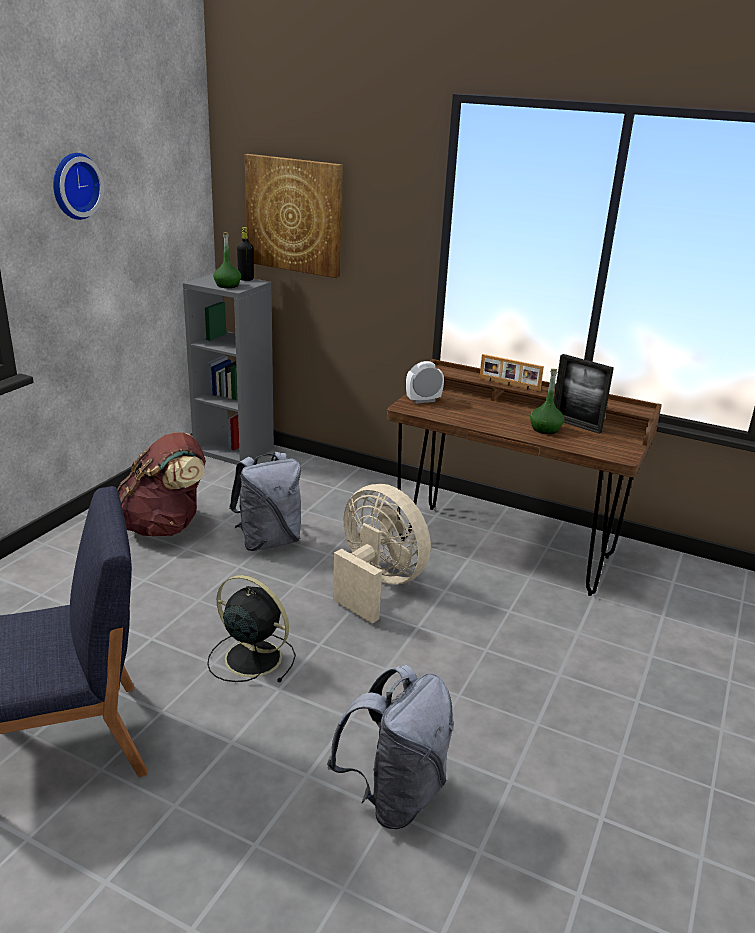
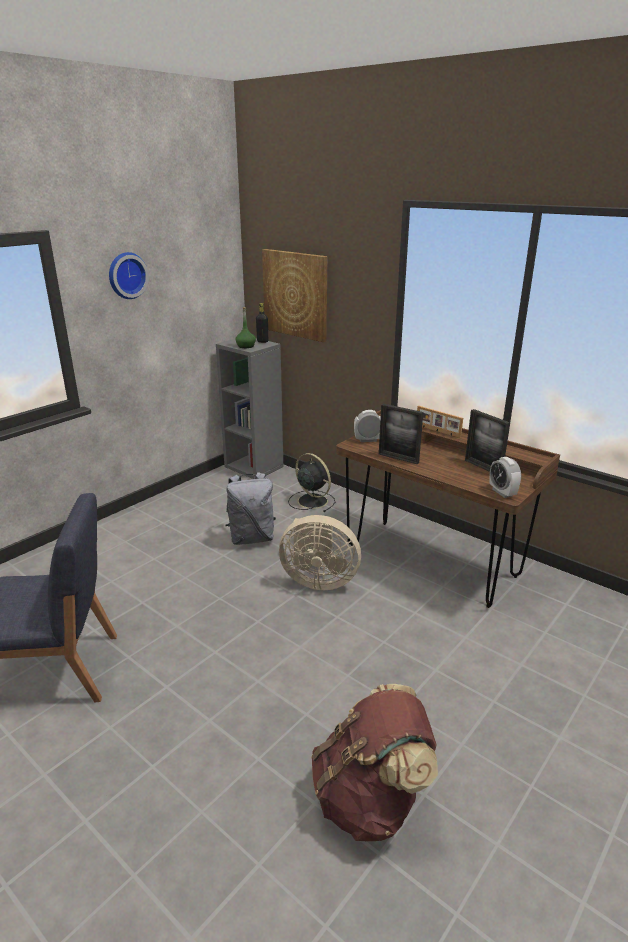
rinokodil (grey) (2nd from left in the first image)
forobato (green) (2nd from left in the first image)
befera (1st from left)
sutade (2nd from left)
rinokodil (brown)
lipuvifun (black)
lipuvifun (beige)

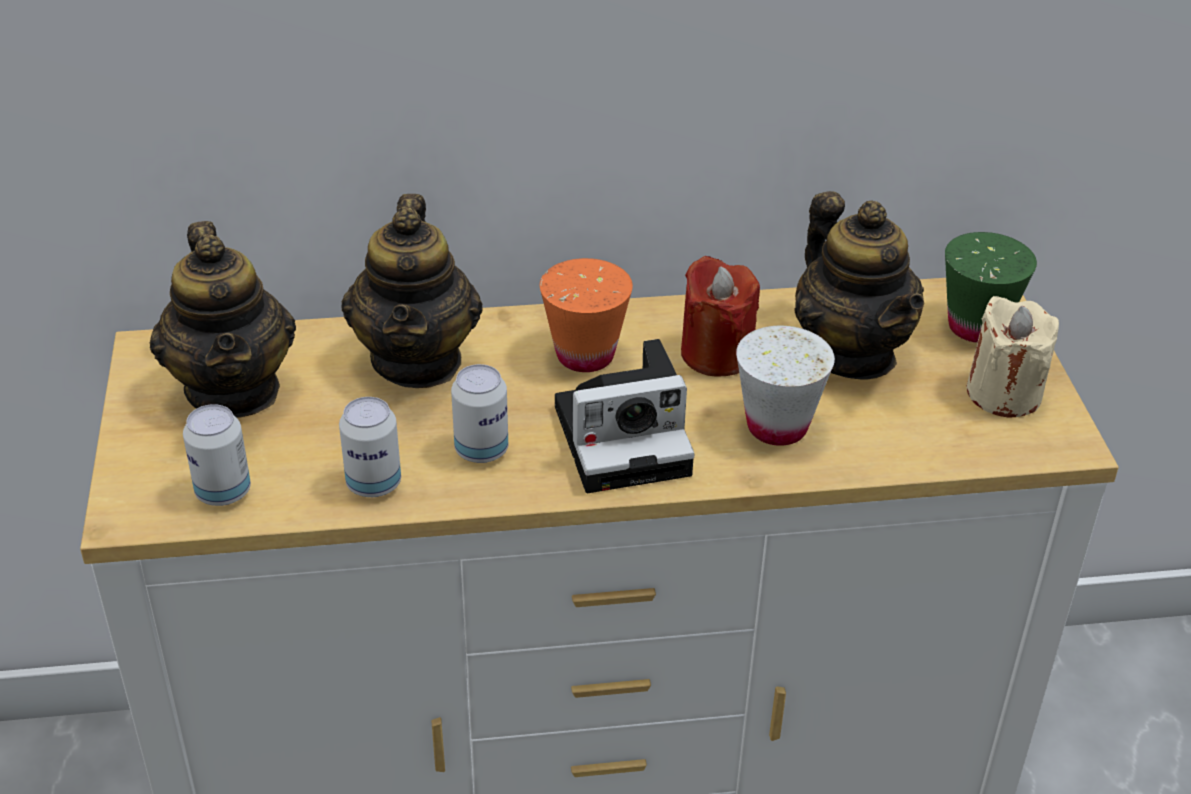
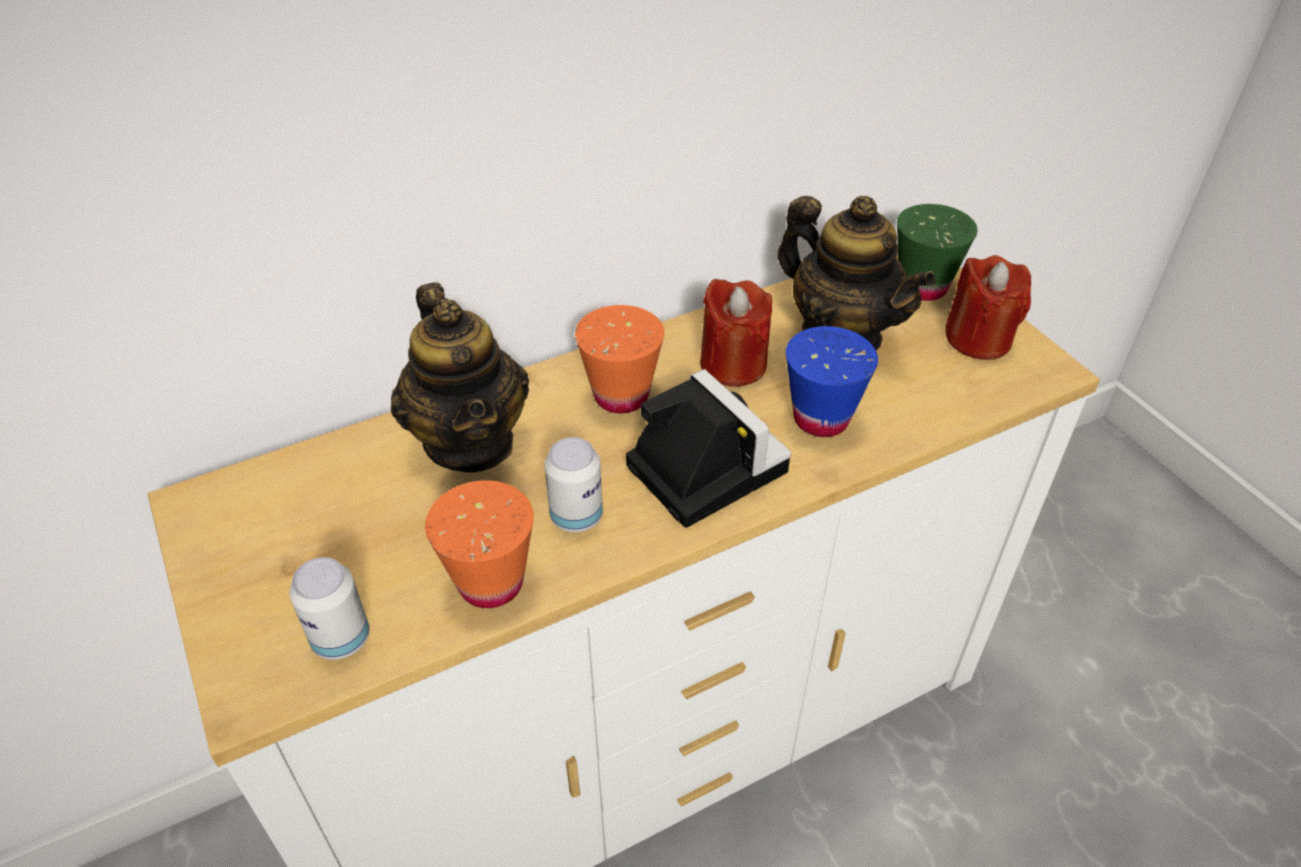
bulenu (1st from left in the first image)
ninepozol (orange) (1st from left)
ninepozol (blue)
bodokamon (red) (2nd from left)
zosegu

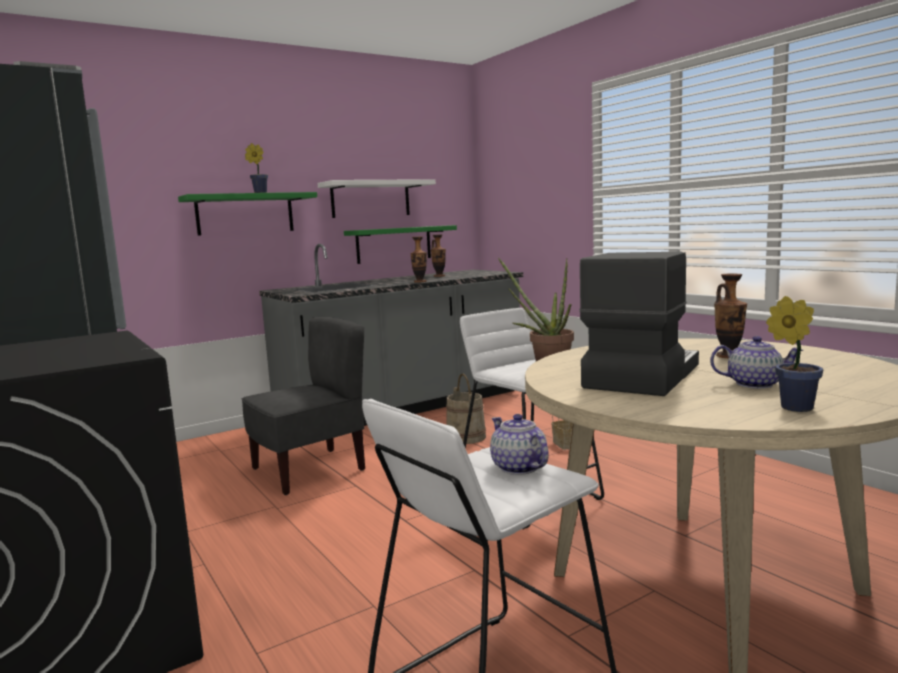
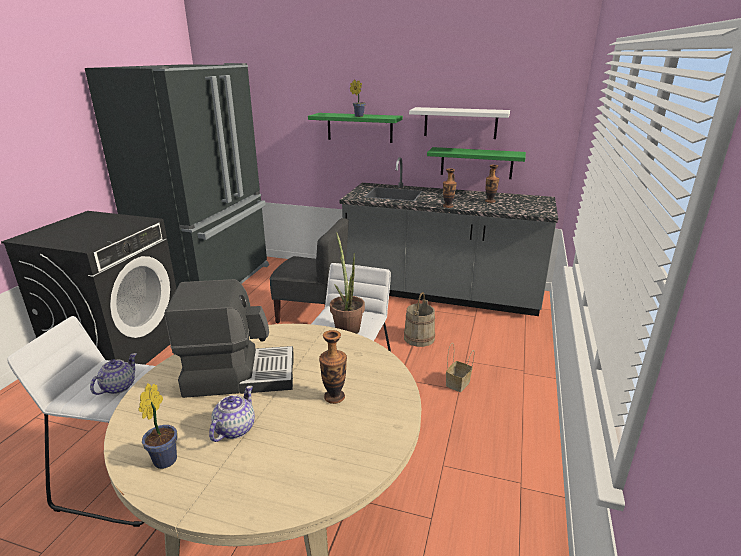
bulenu (2nd from left)

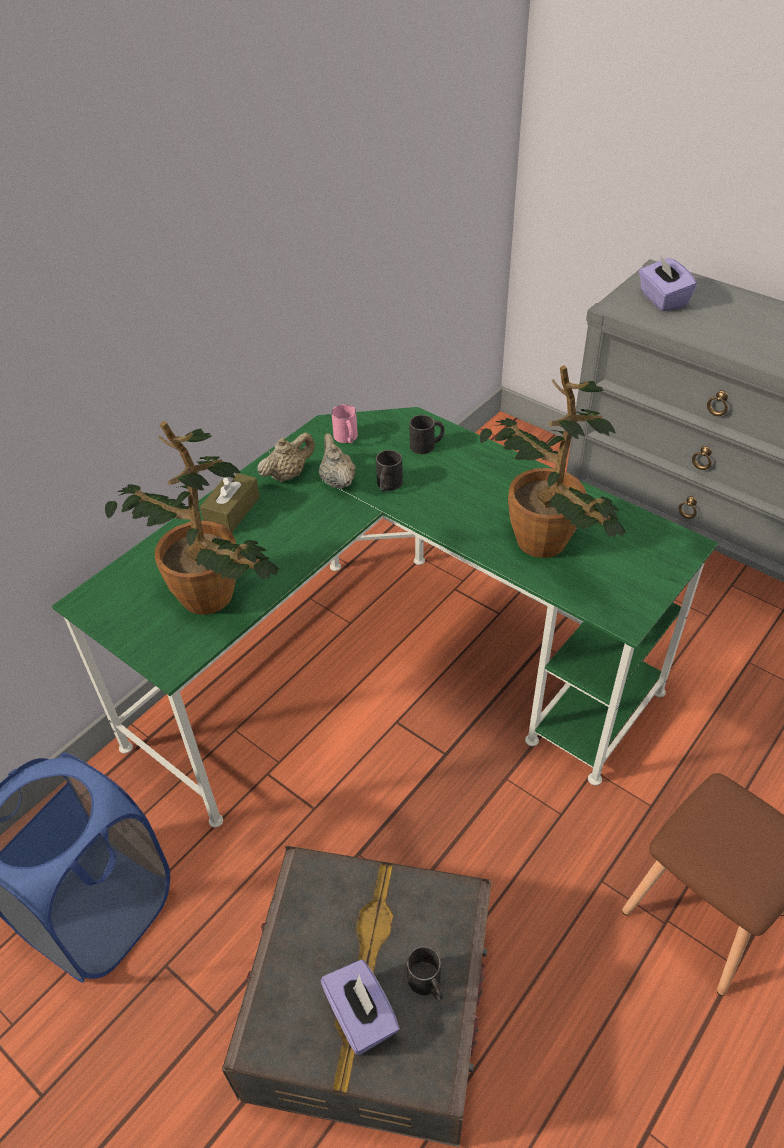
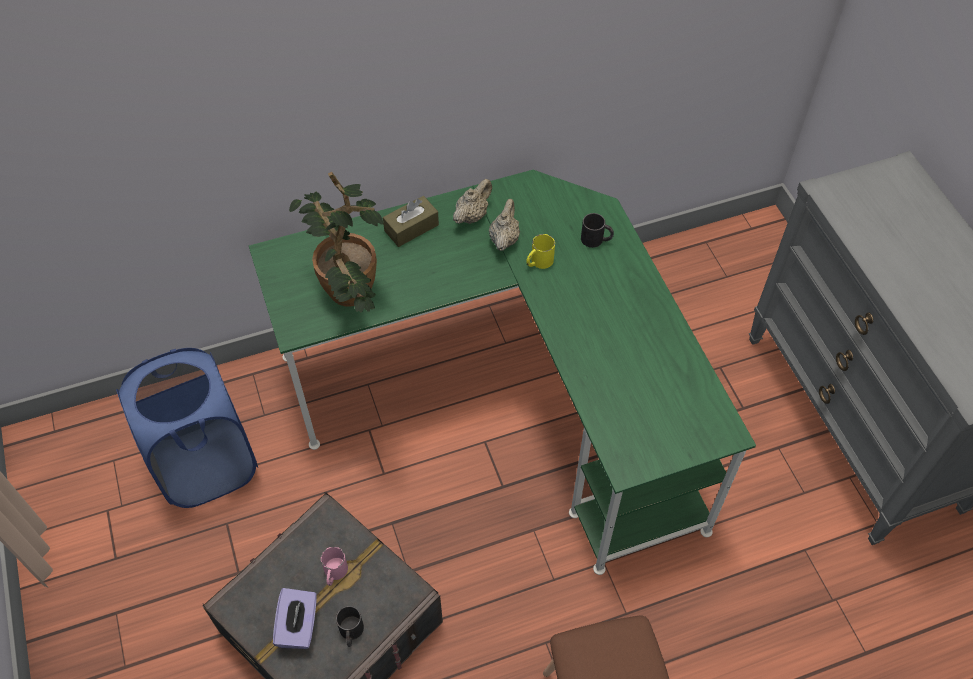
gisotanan (2nd from left in the first image)
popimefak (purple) (2nd from left in the first image)
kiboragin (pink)
kiboragin (yellow)
bulenu (beige) (1st from left)

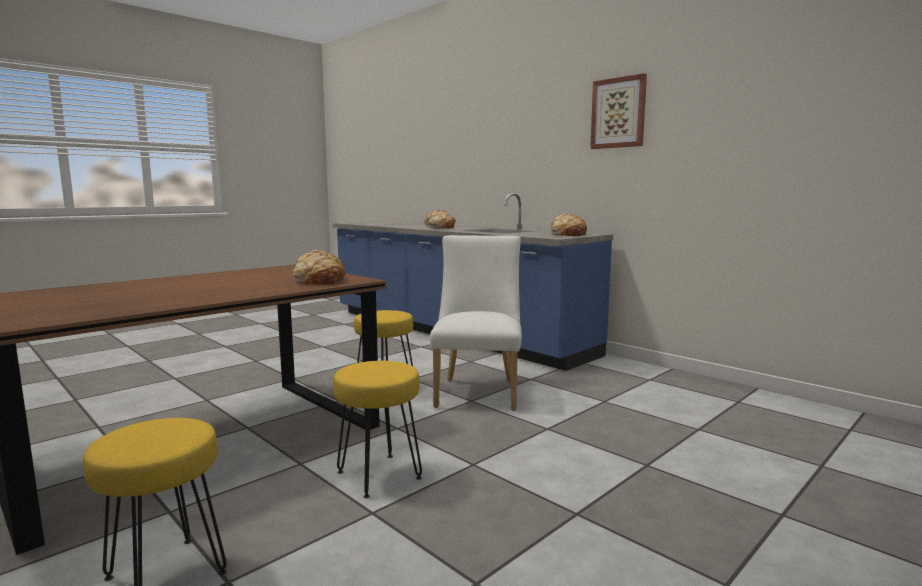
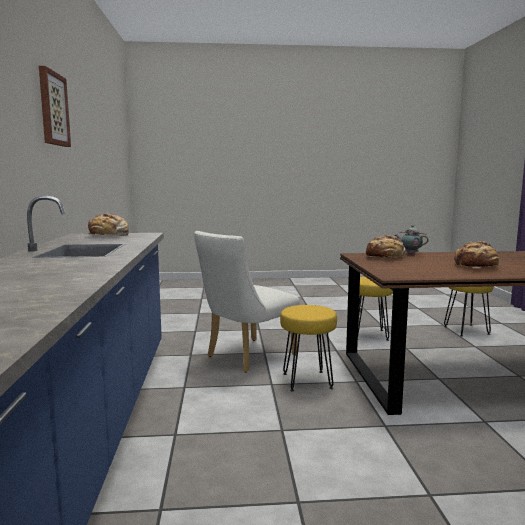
bulenu
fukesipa (3rd from left)

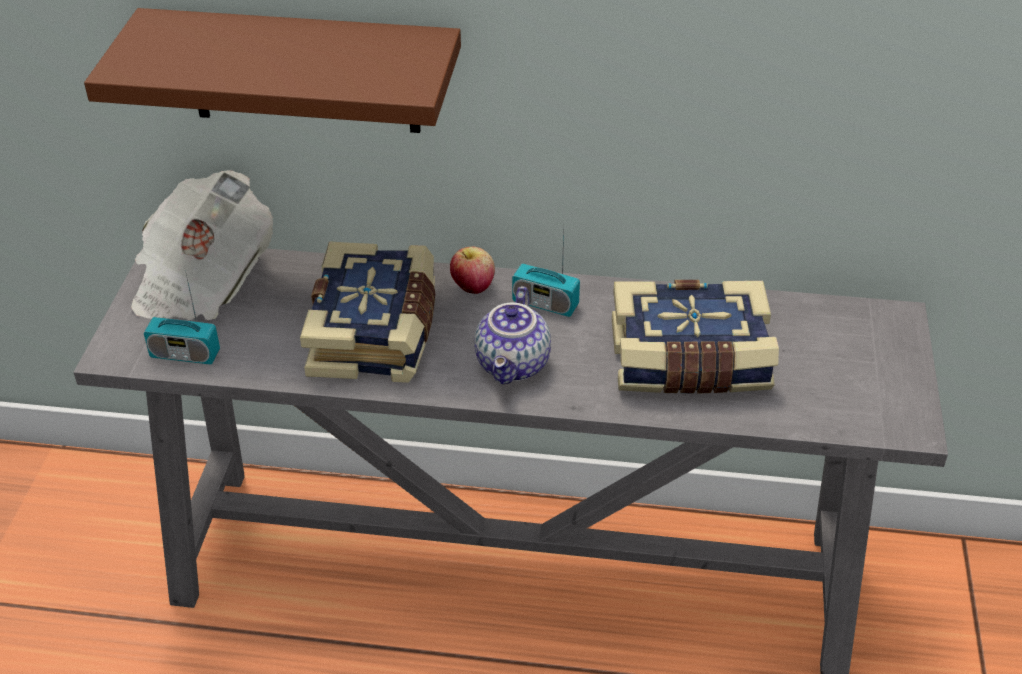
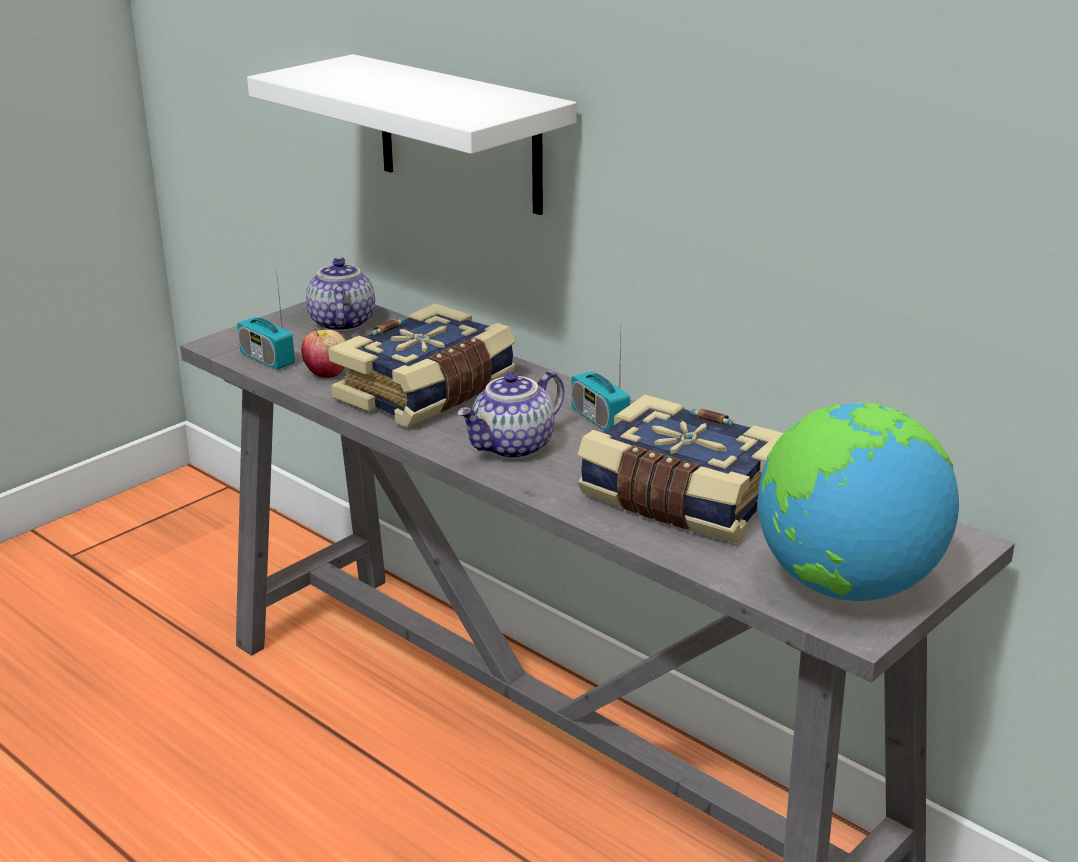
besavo
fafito
bulenu (1st from left)
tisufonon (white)

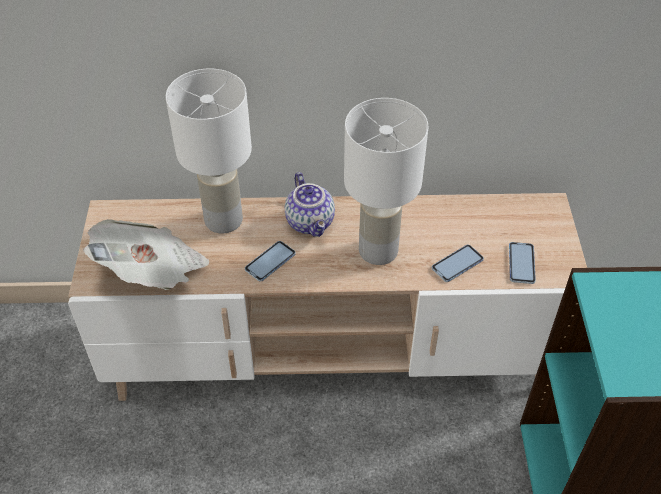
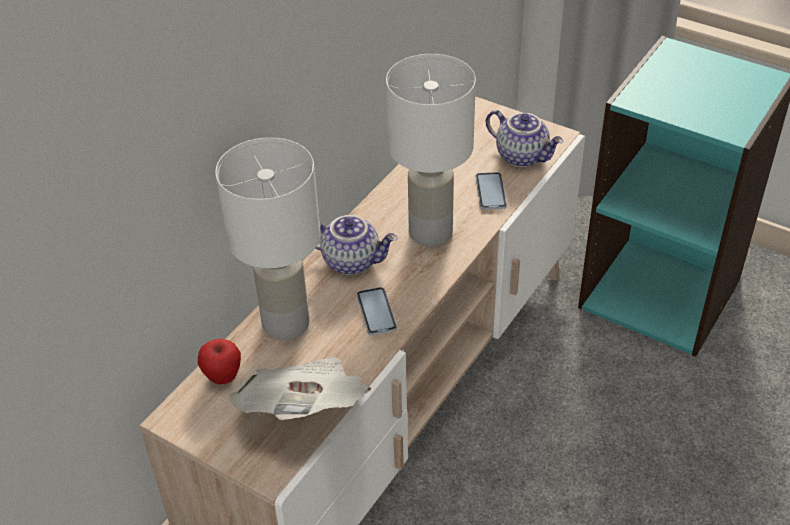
fafito
bulenu (2nd from left)

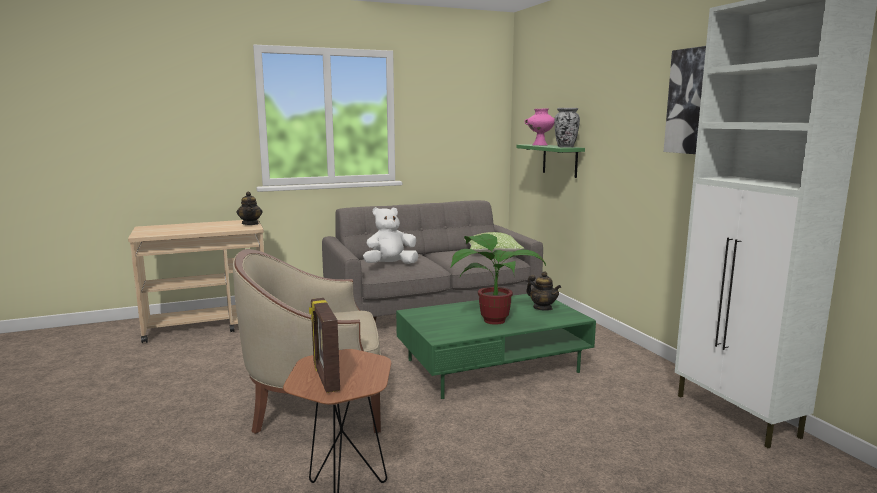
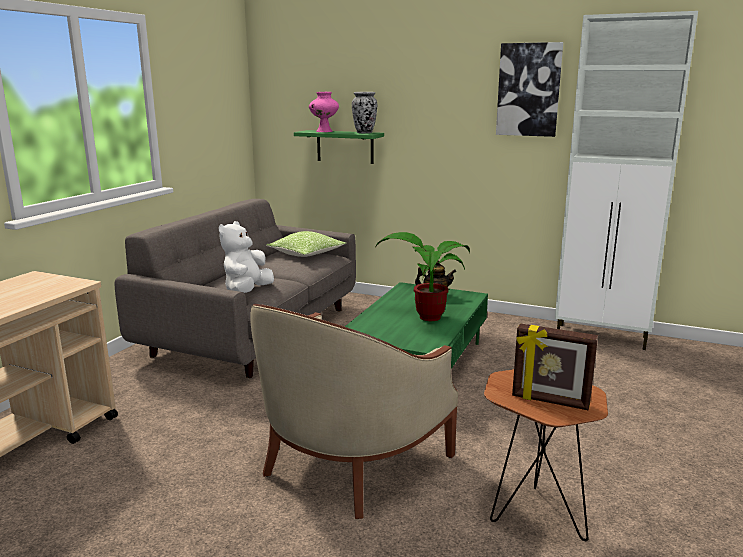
bulenu (1st from left in the first image)

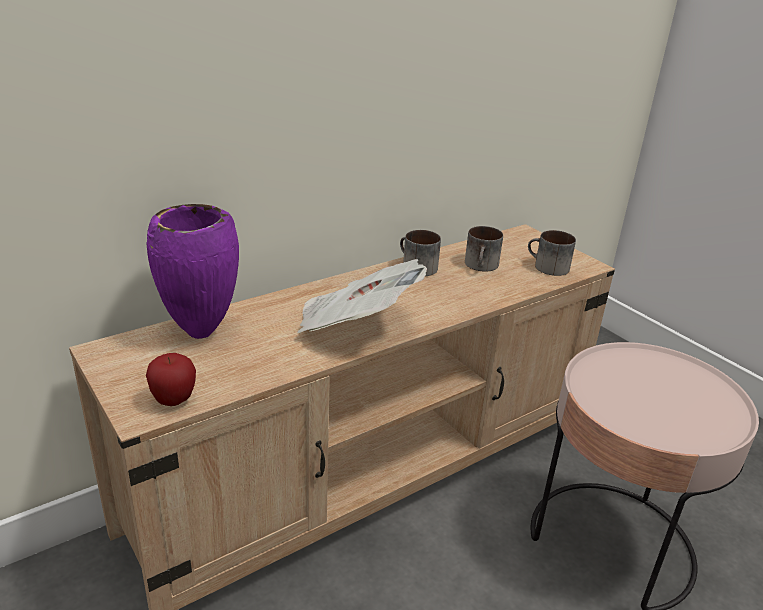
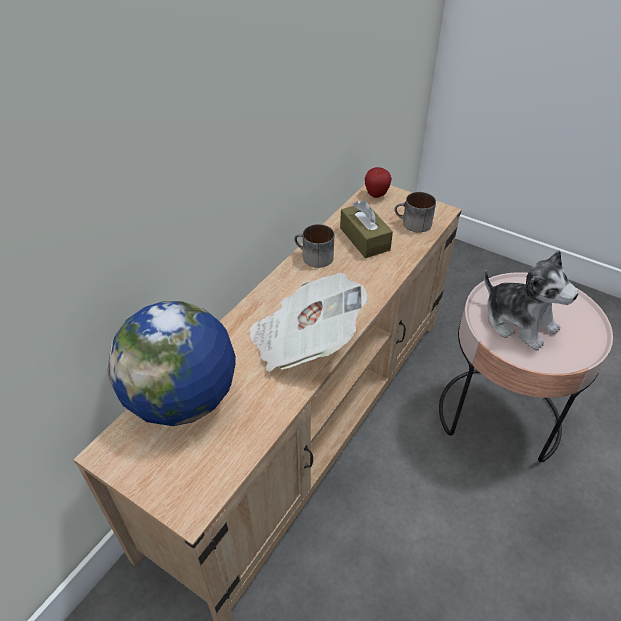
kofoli
fafito
besavo
popimefak (brown)

